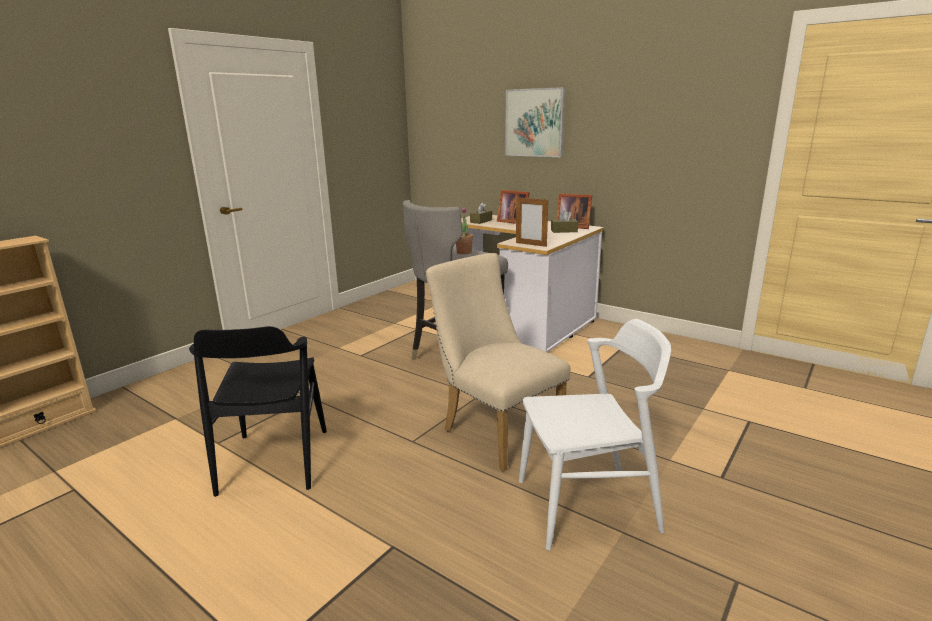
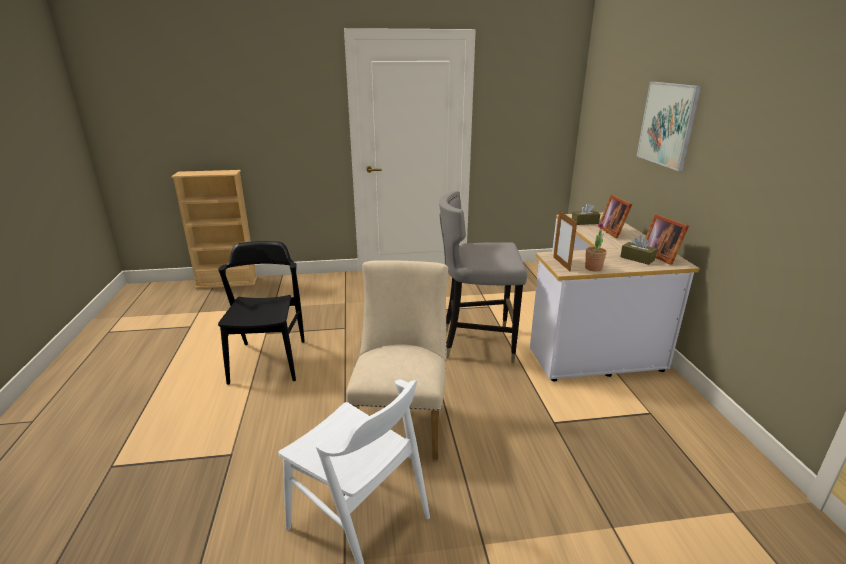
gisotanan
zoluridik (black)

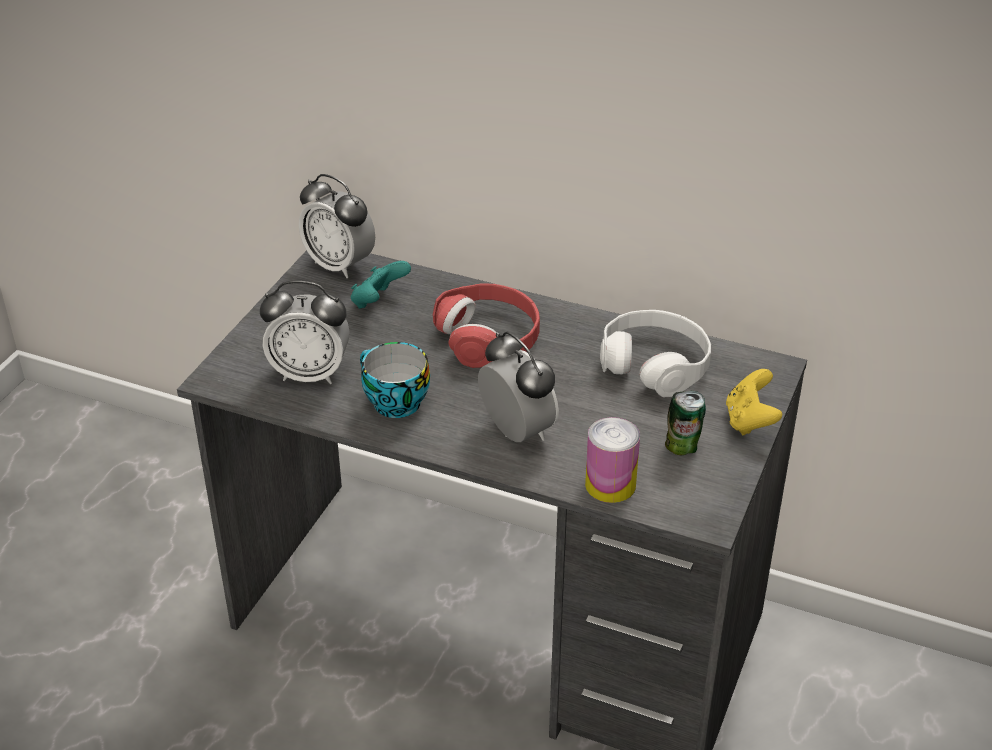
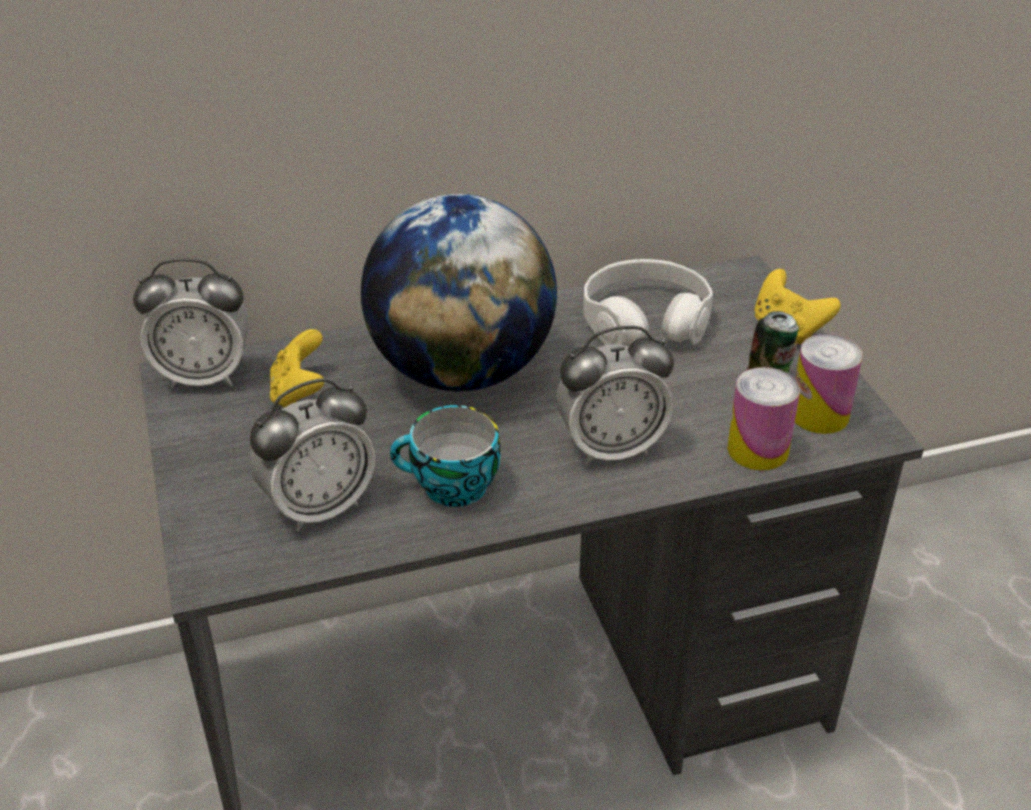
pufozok (3rd from left)
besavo
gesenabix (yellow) (1st from left)
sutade (3rd from left)

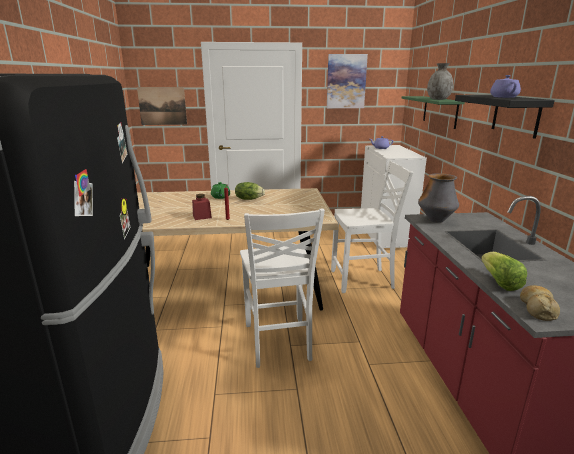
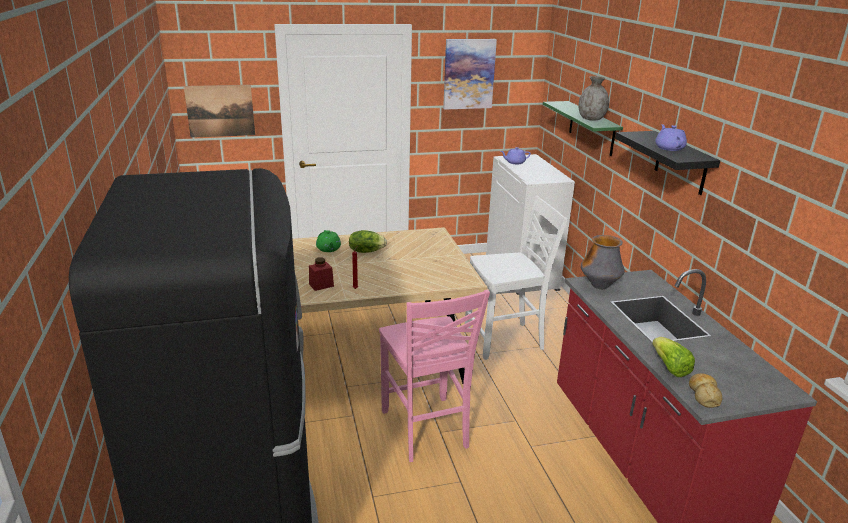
zoluridik (pink)

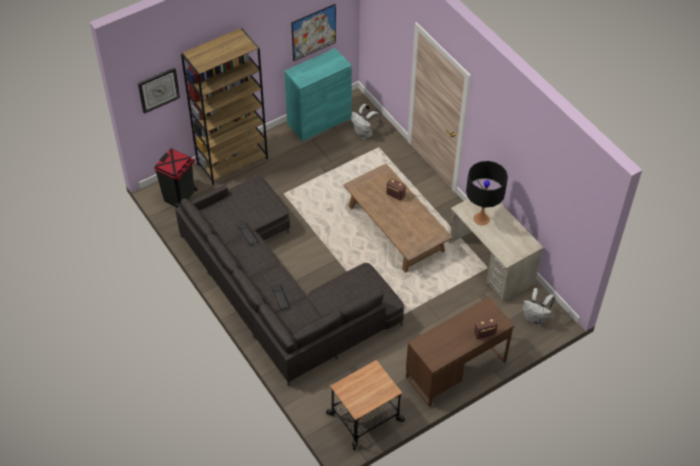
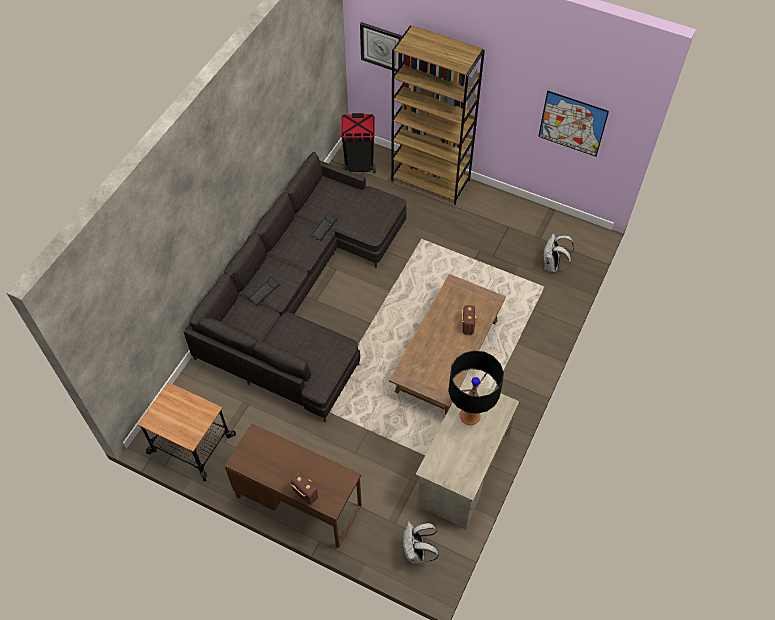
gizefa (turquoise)

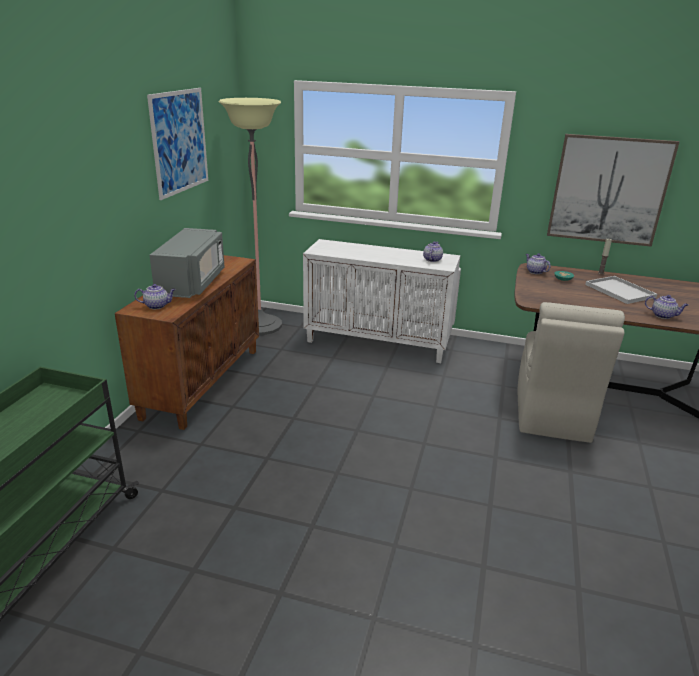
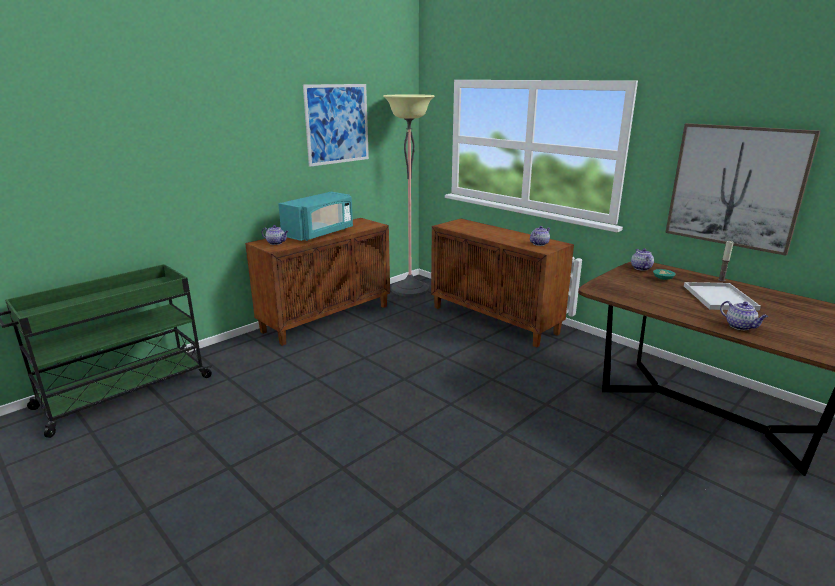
zoluridik (beige)
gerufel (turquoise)
gizefa (brown) (2nd from left)

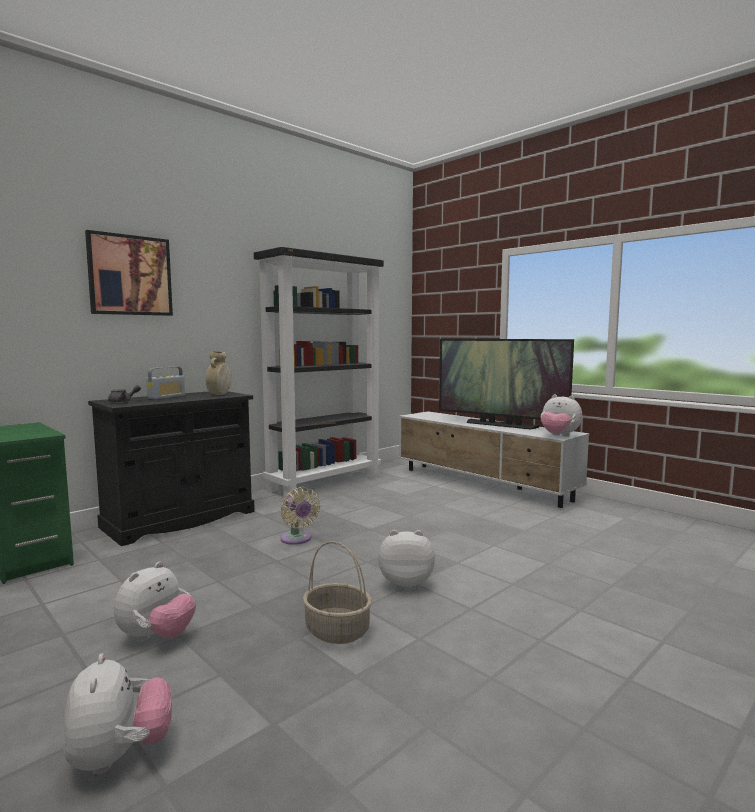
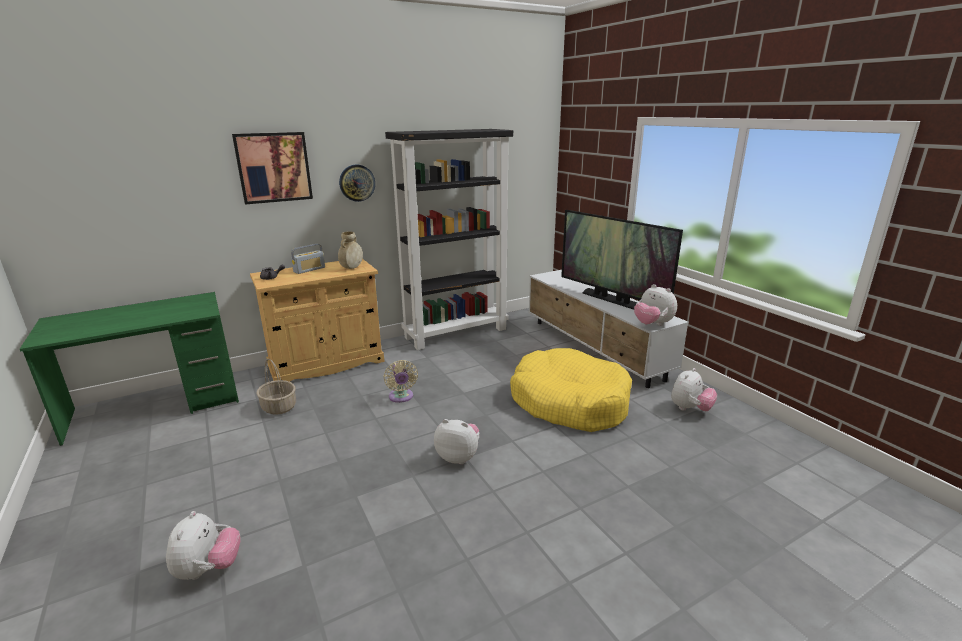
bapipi
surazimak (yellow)
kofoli (4th from left)
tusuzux
gizefa (beige)

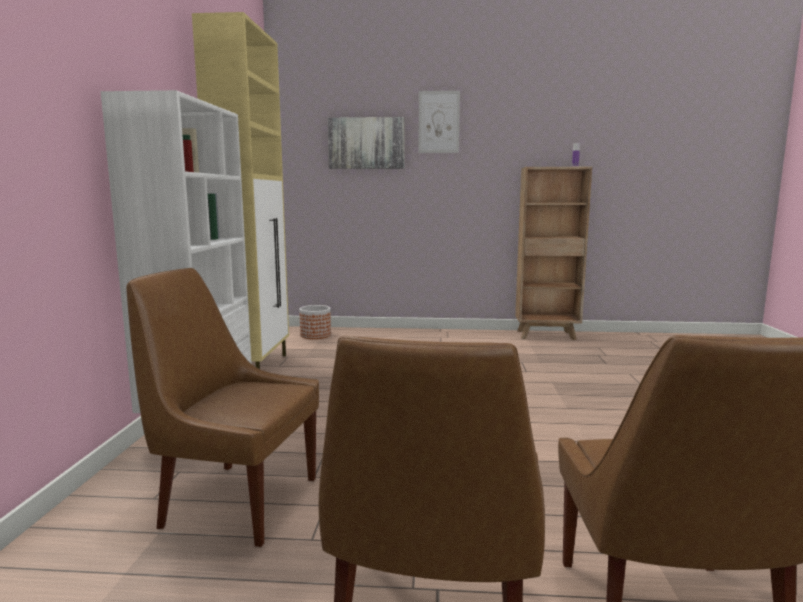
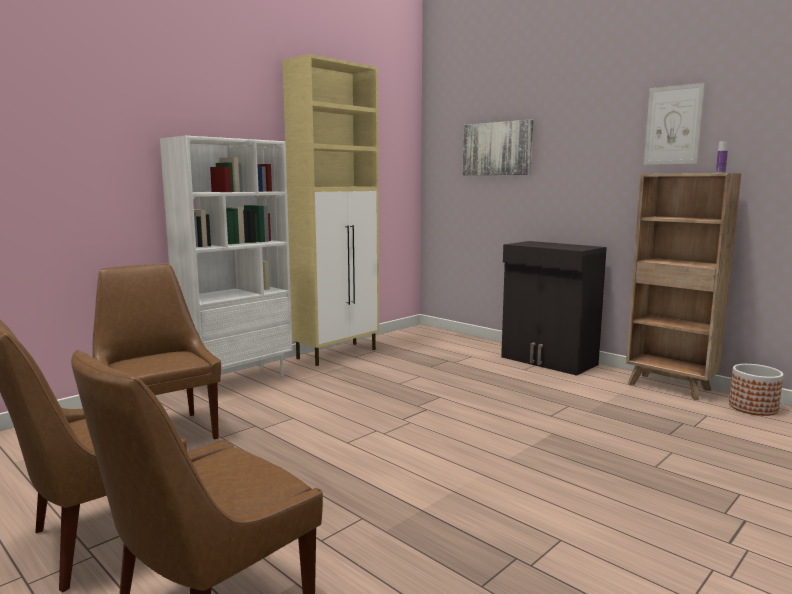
gizefa (black)
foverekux
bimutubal (2nd from left)

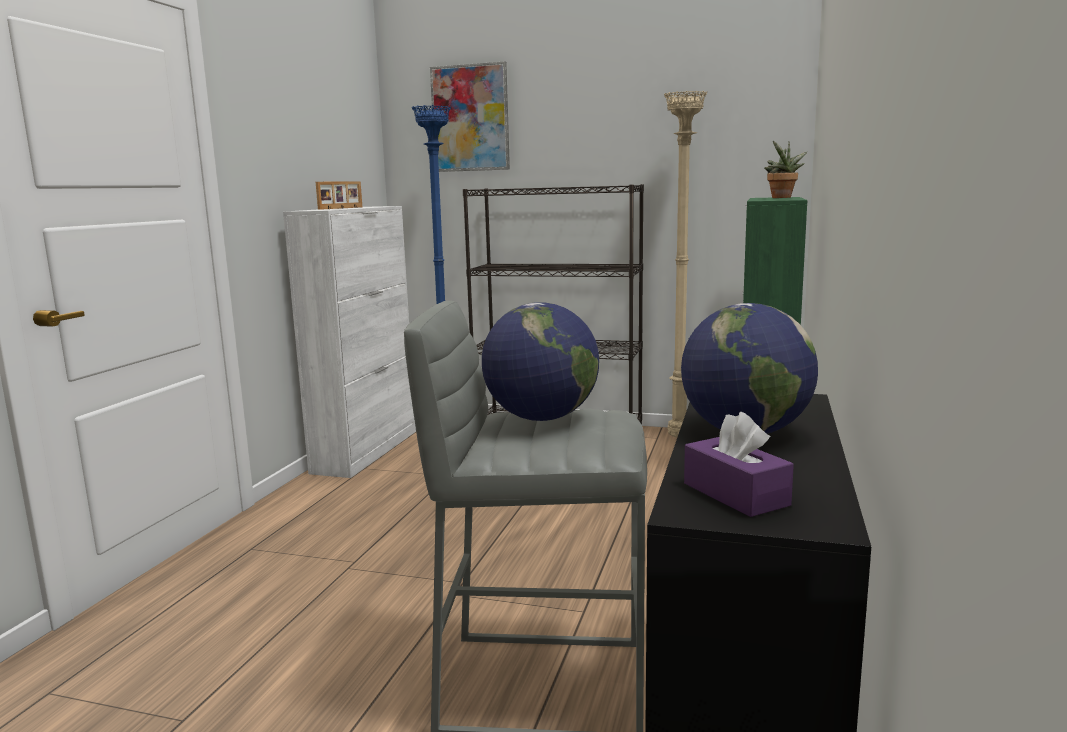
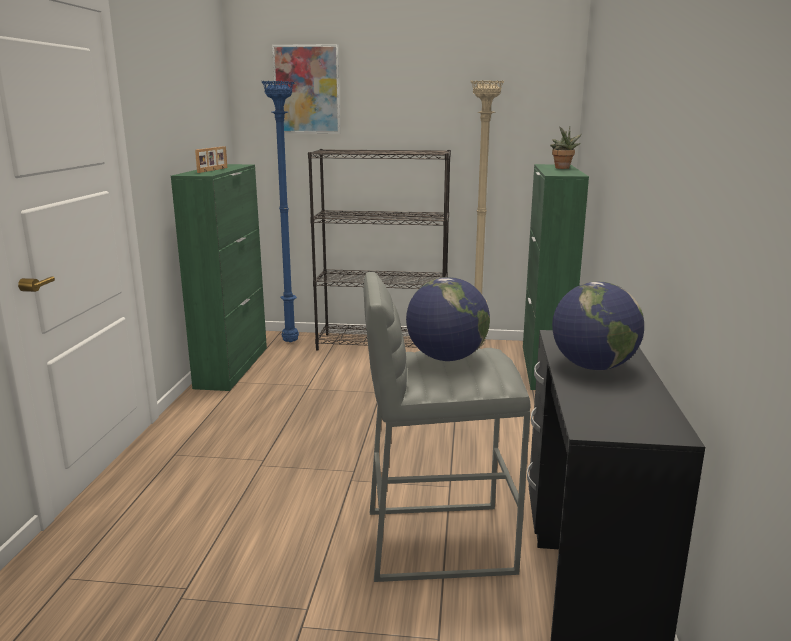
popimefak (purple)
gizefa (green) (1st from left)

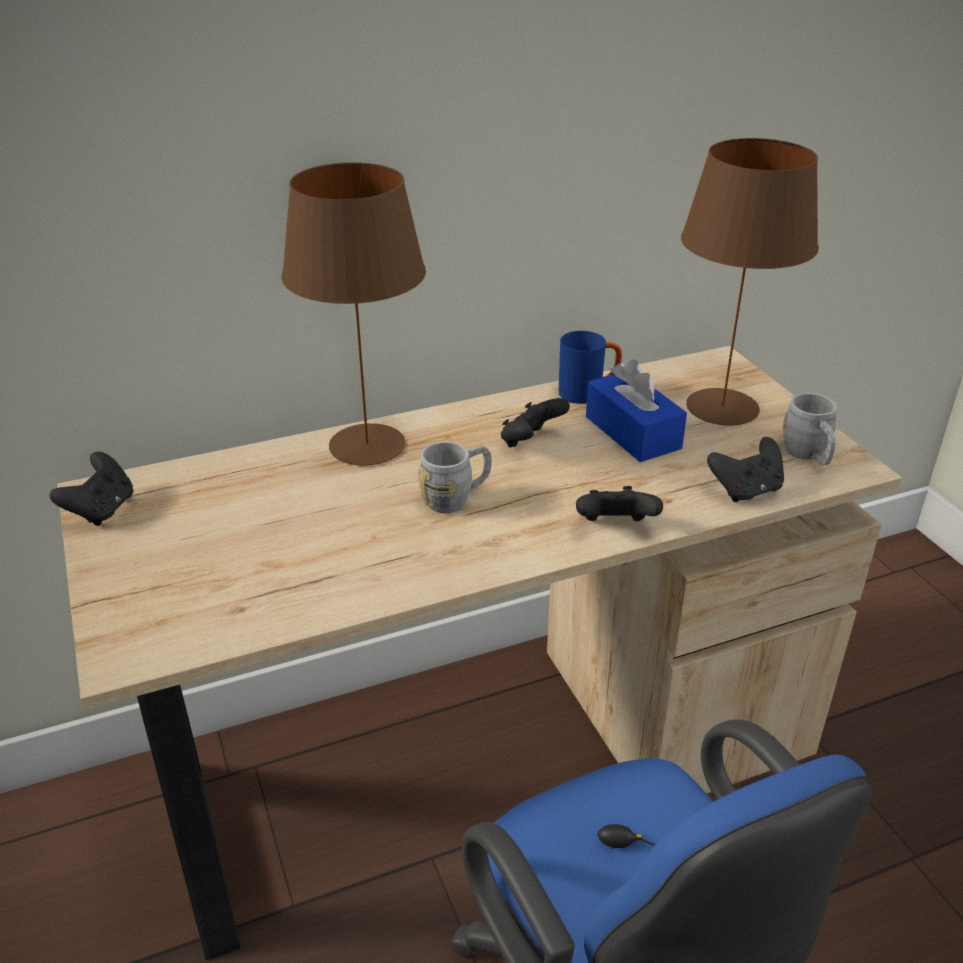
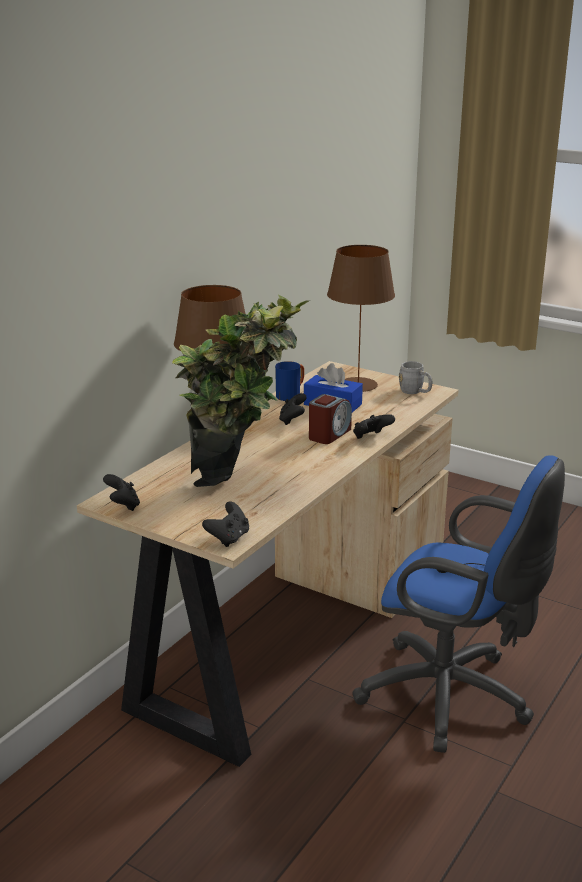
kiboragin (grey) (1st from left in the first image)
gisotanan
sutade
gesenabix (black) (2nd from left)

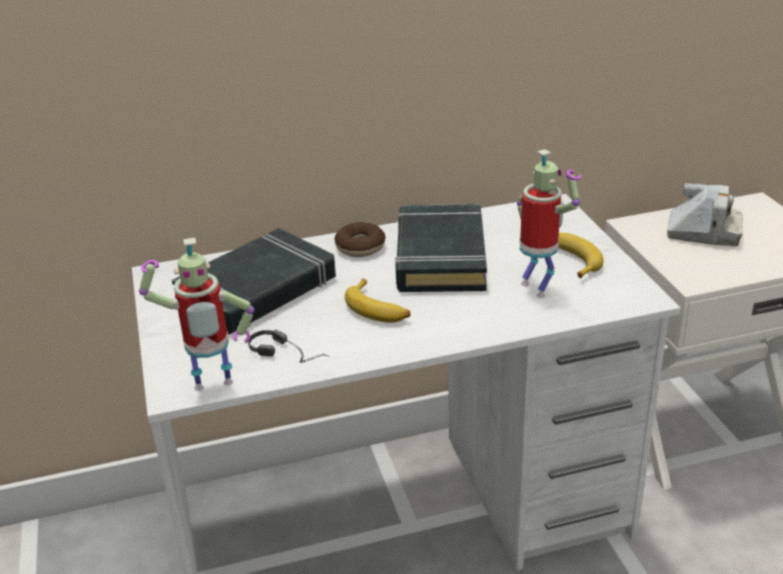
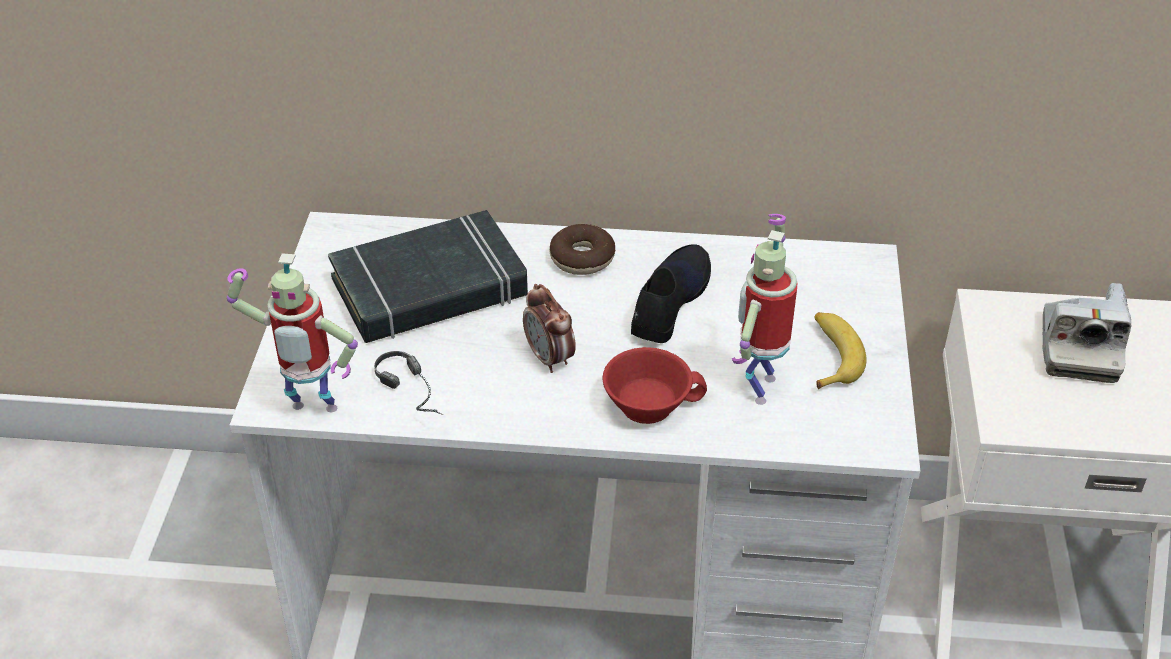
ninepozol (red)
sutade
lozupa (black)
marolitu (2nd from left)
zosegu

